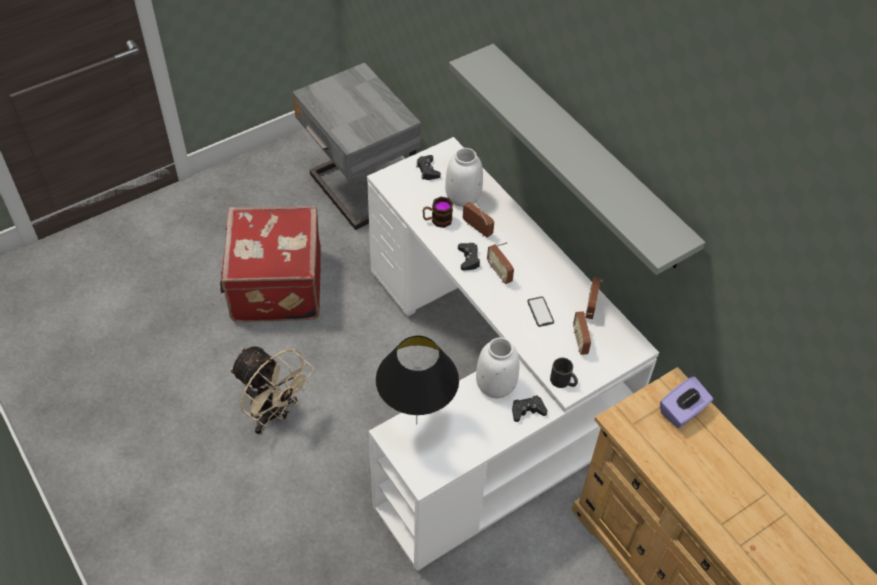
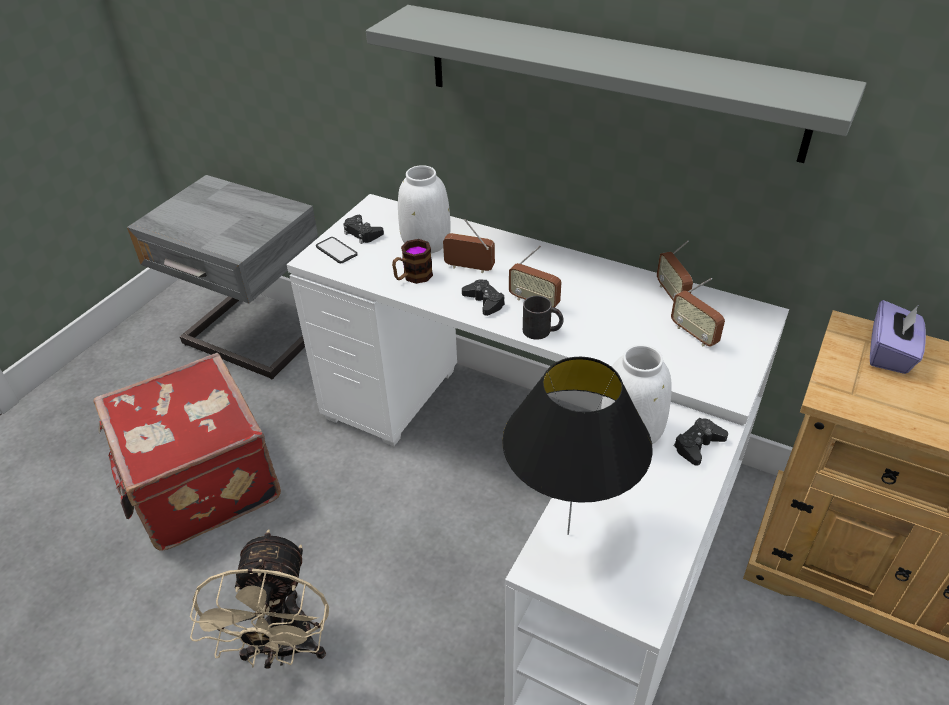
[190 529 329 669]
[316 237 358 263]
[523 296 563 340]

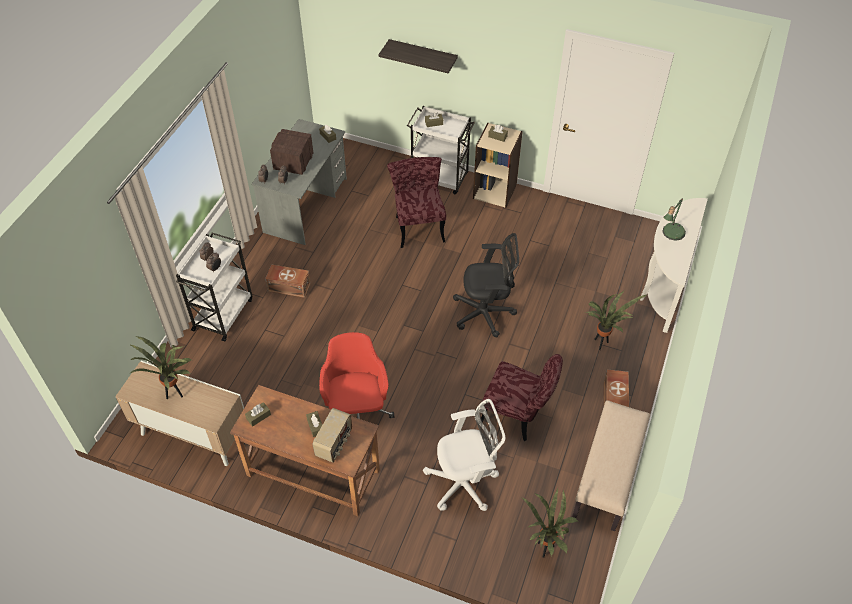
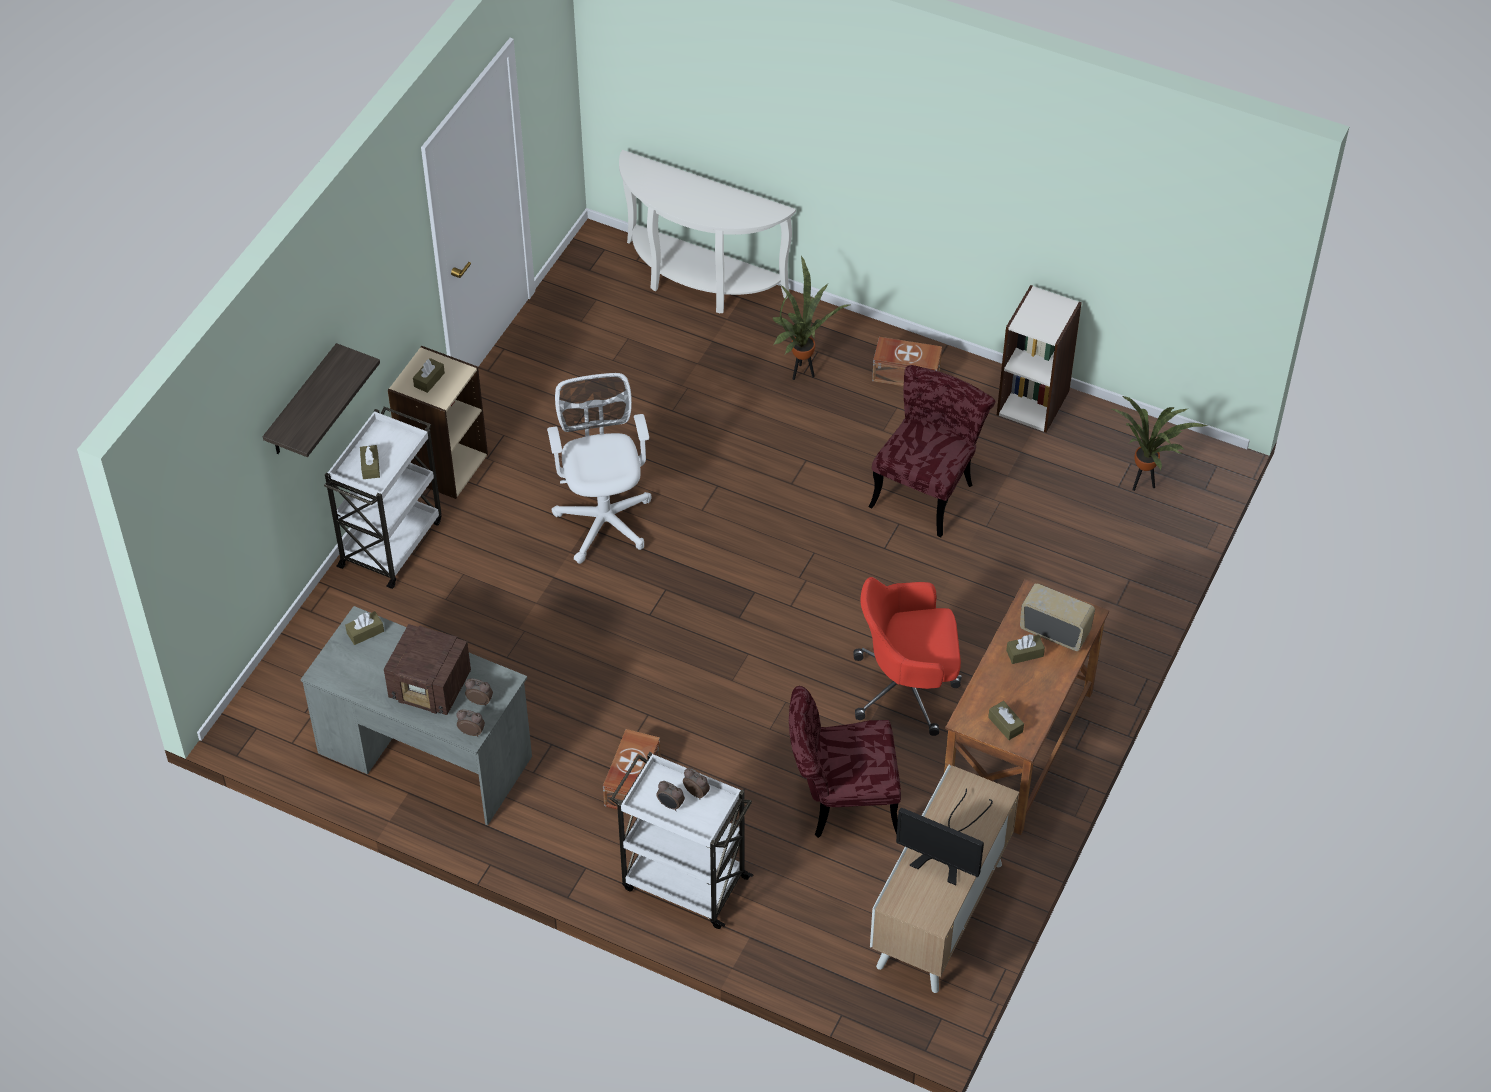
[896 789 993 885]
[789 686 901 838]
[547 373 652 564]
[453 233 519 337] (first image)
[997 285 1082 432]
[662 199 686 241] (first image)

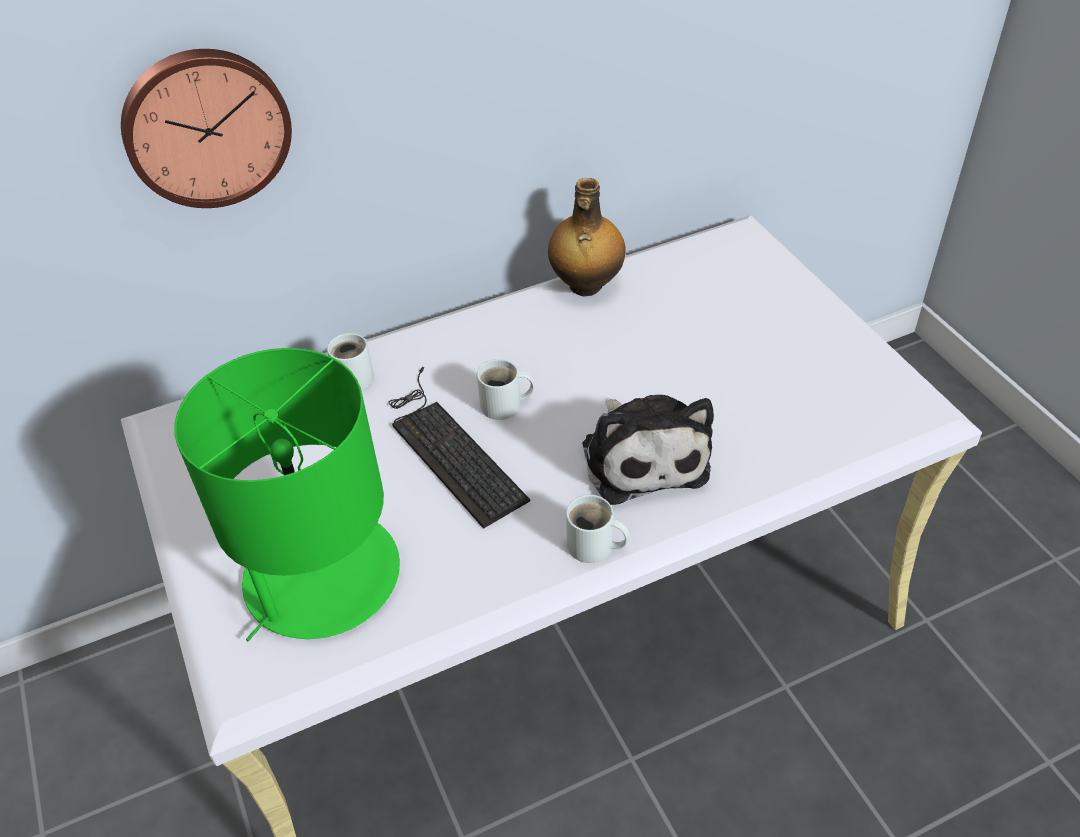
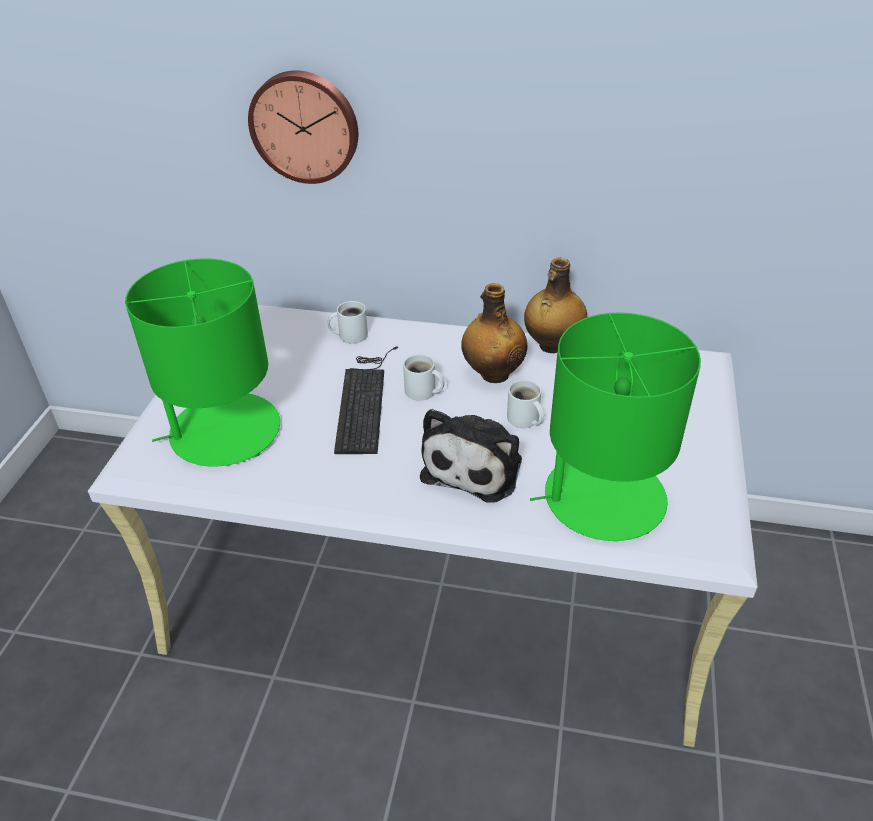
[507 380 544 428]
[461 283 527 383]
[530 312 701 541]

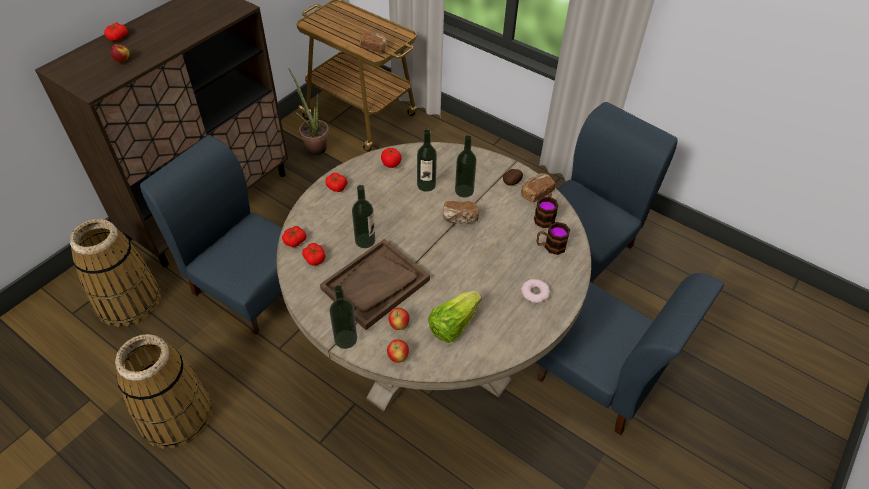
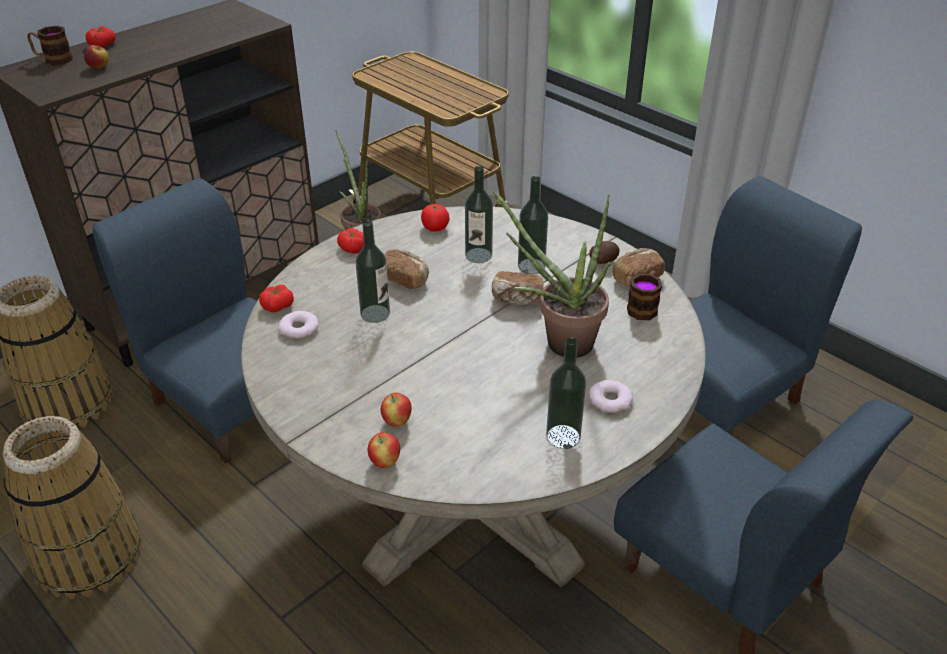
[278 311 319 339]
[320 239 430 330] (first image)
[546 337 586 449]
[384 249 429 289]
[428 291 482 343] (first image)
[28 26 73 65]
[492 189 611 358]

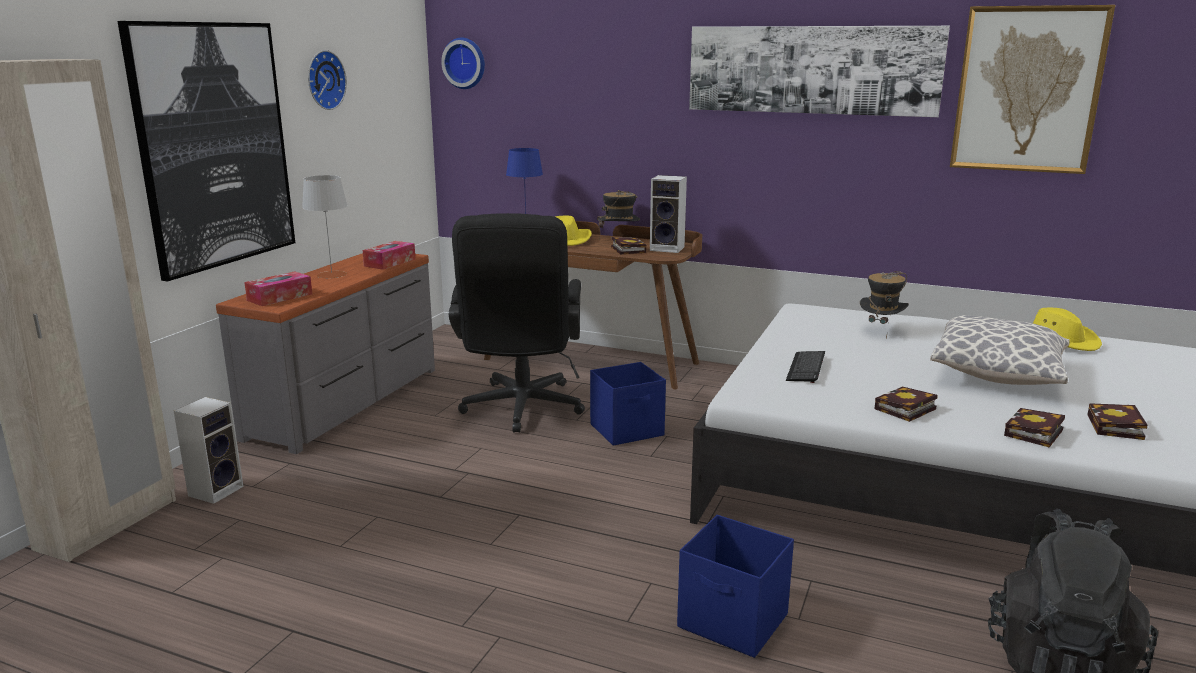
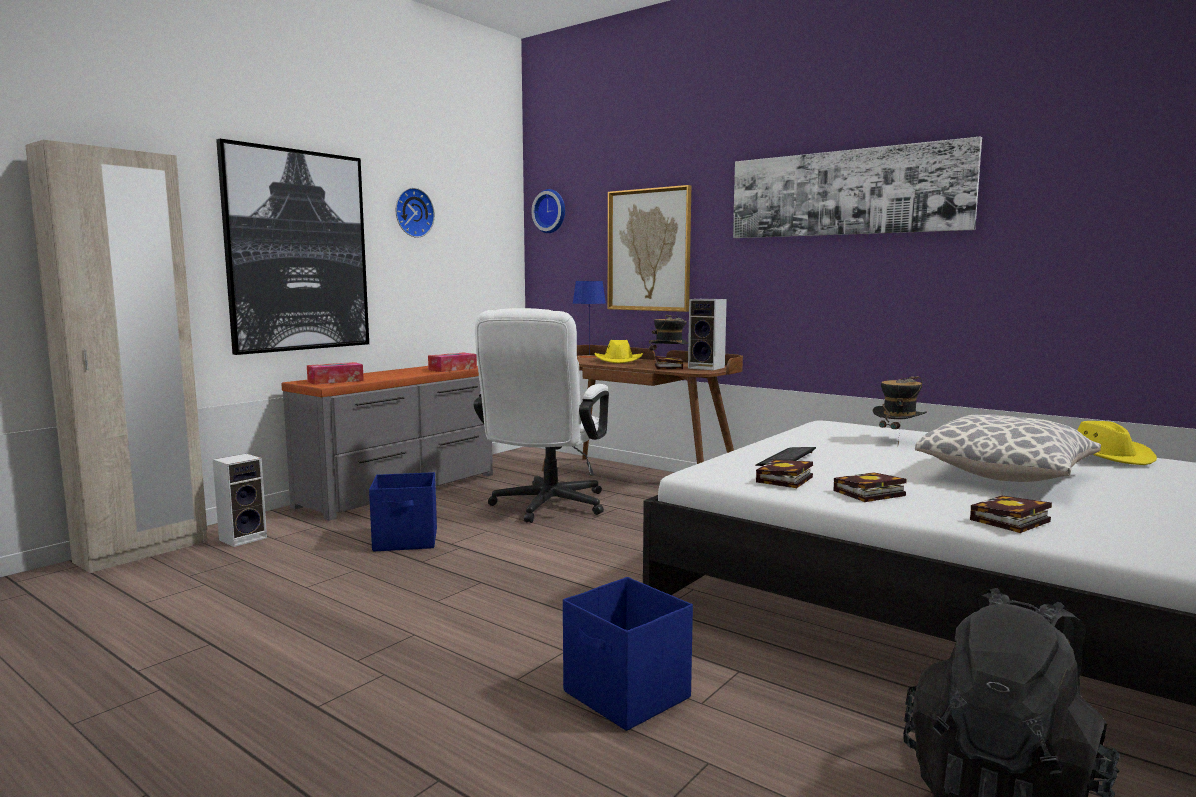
[302 175 348 279] (first image)
[473 308 609 523]
[369 472 437 551]
[608 185 691 312]
[756 460 813 488]

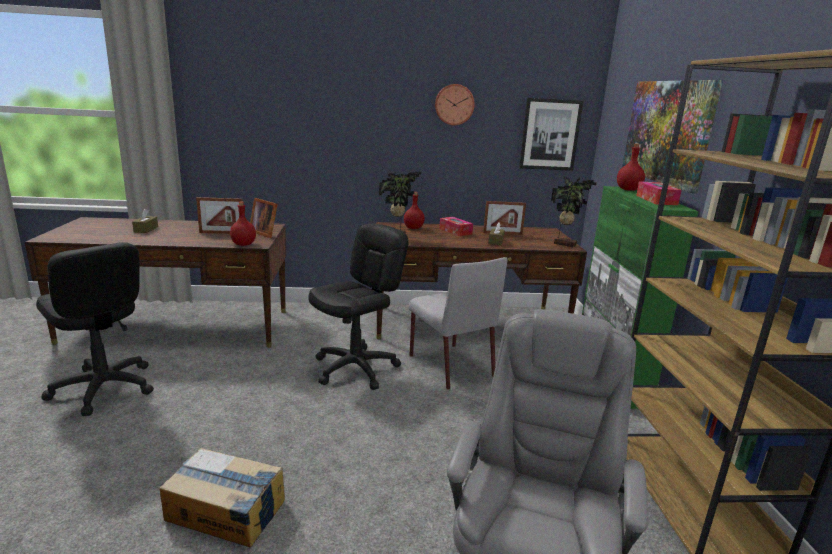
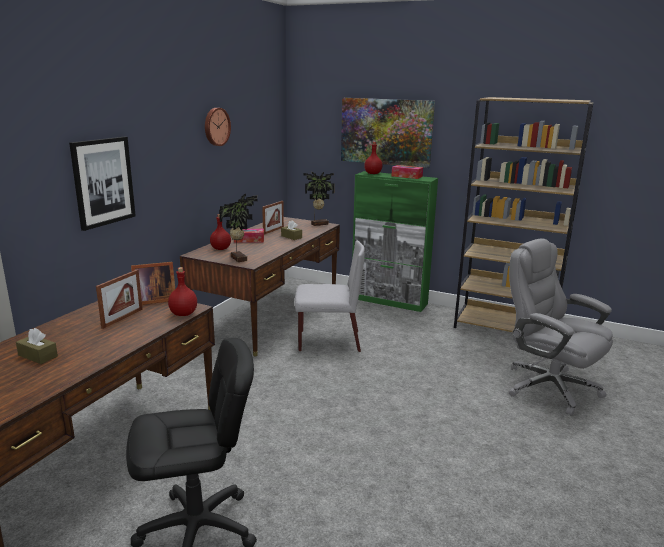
[160 448 285 548] (first image)
[308 223 409 390] (first image)
[69 137 136 231]

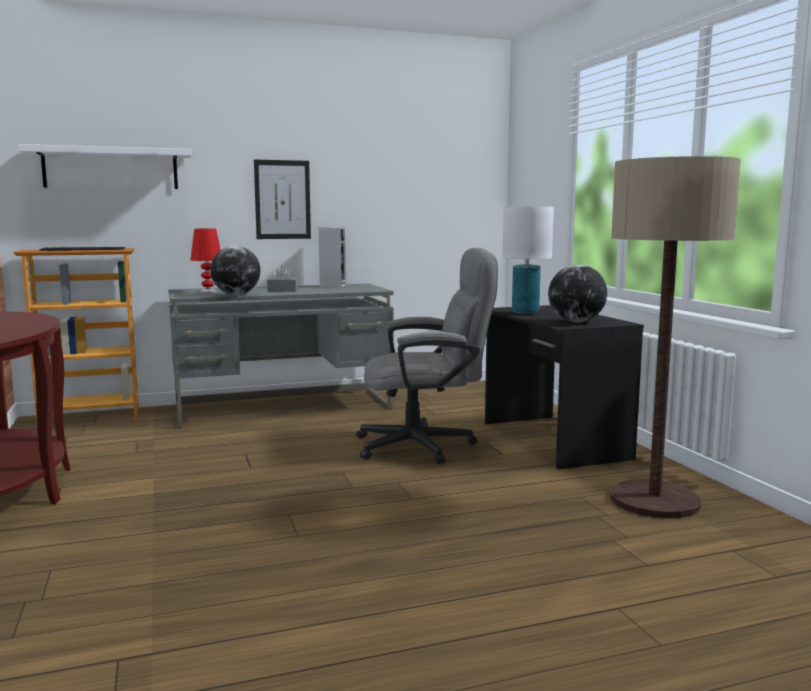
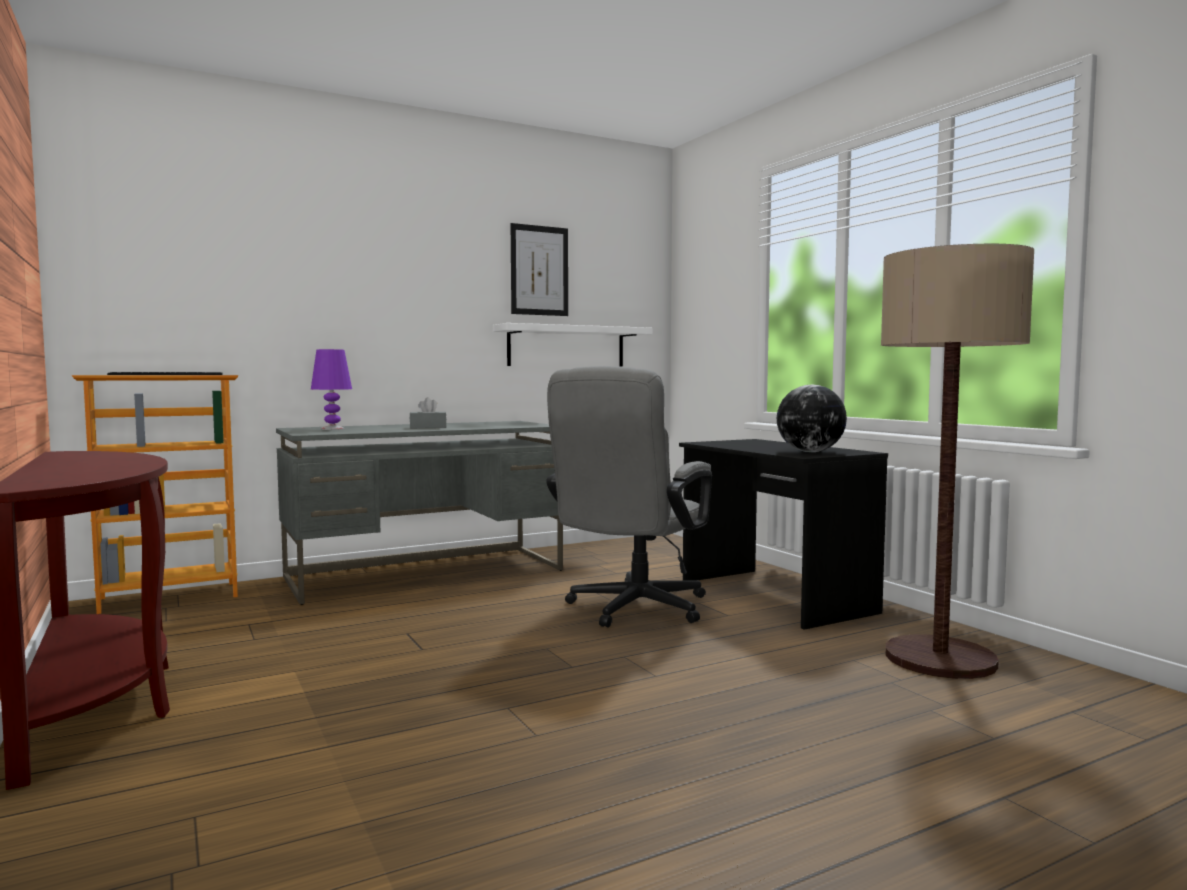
[493 323 653 367]
[311 349 352 430]
[210 246 261 295] (first image)
[511 223 568 316]
[319 227 346 287] (first image)
[546 366 712 628]
[502 207 554 314] (first image)

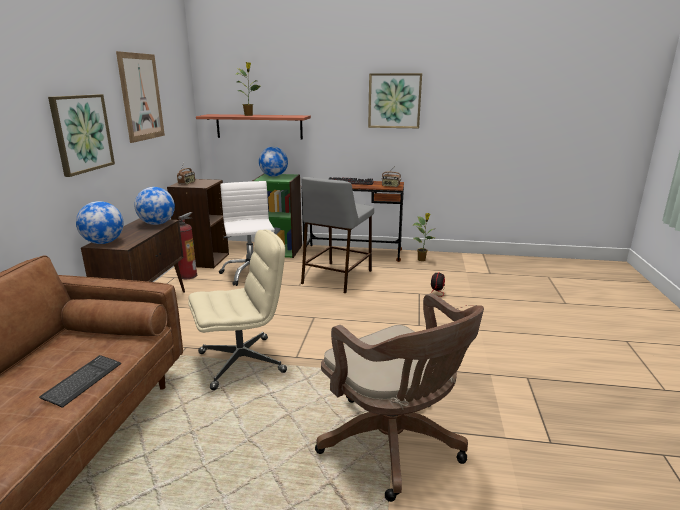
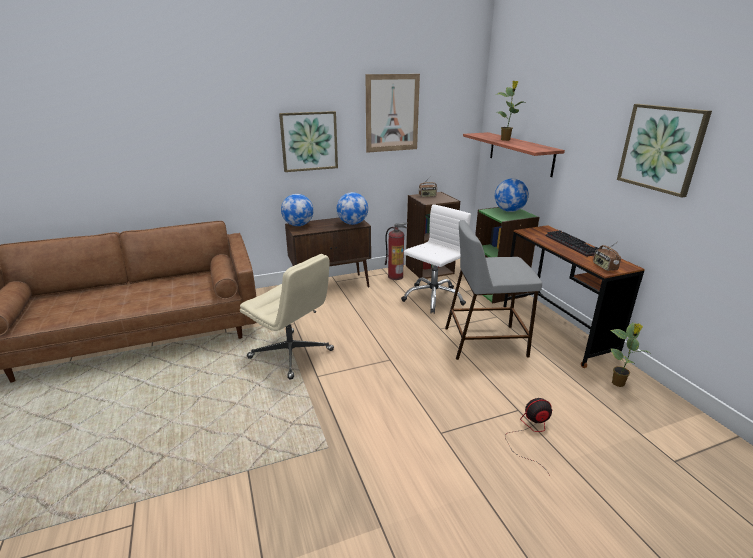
[39 355 121 408] (first image)
[315 293 484 502] (first image)

